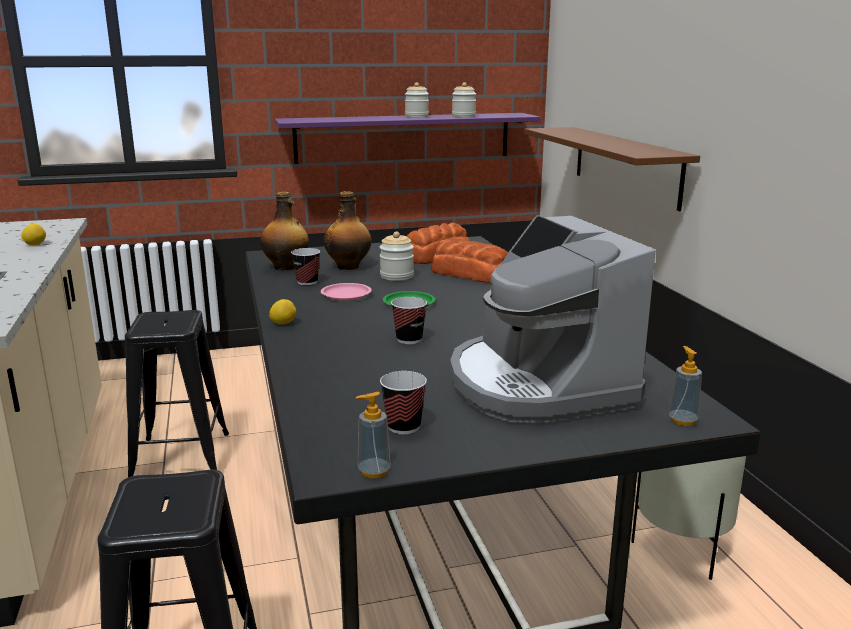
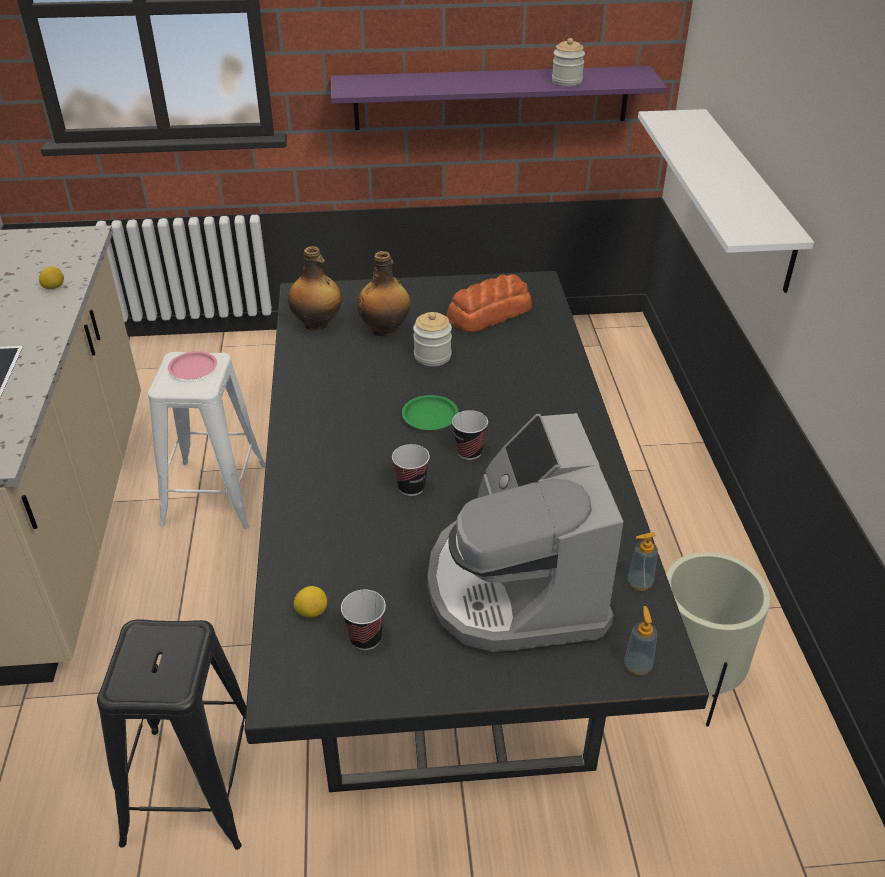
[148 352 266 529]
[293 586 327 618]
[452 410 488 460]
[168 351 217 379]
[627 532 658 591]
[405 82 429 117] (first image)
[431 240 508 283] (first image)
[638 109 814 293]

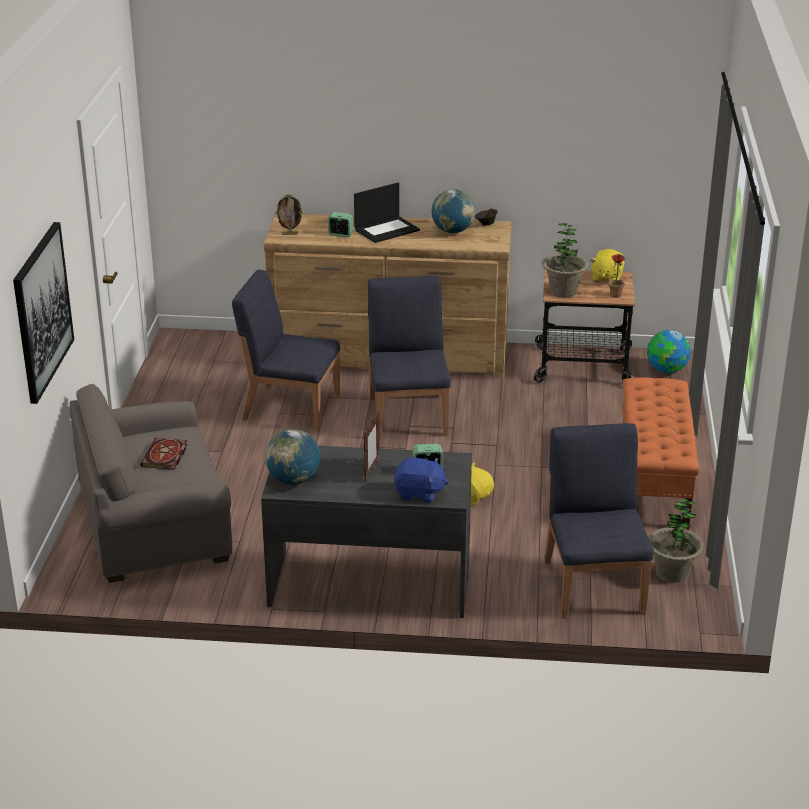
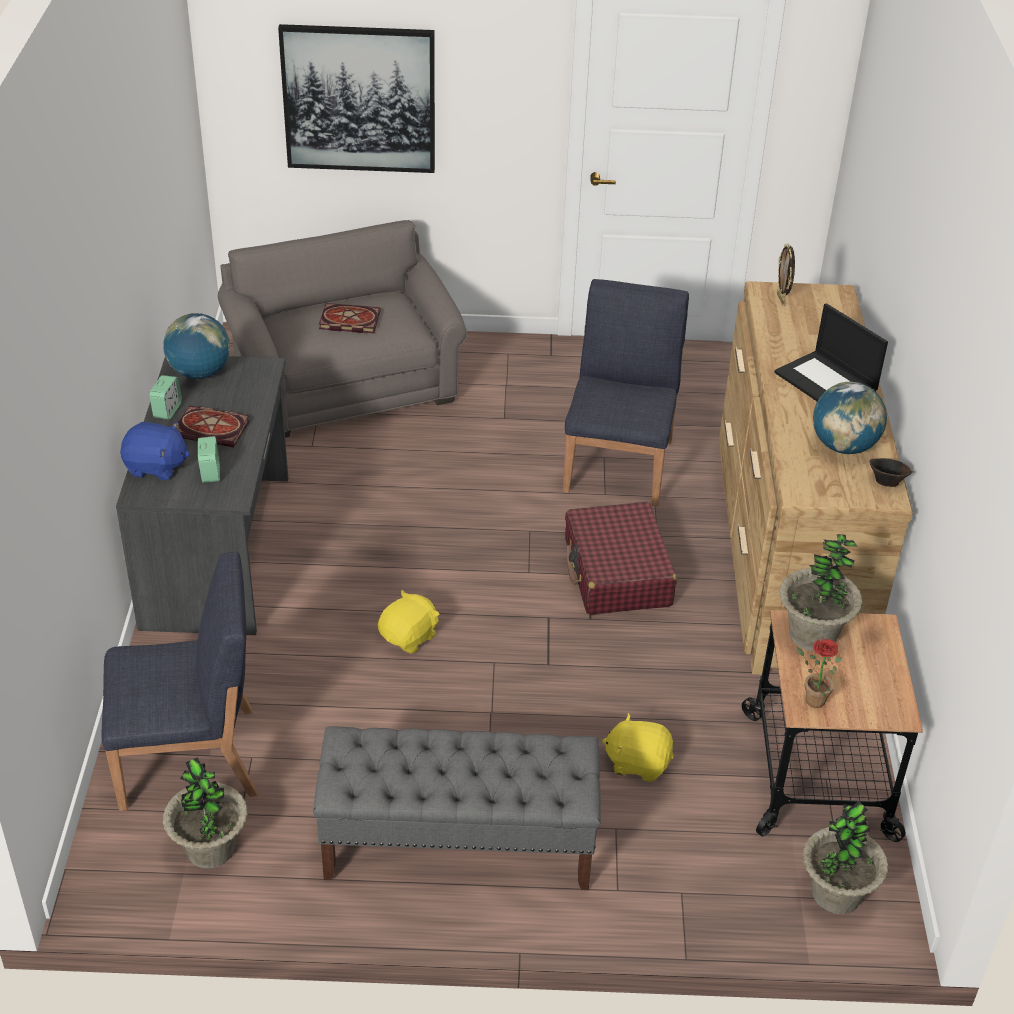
[149 375 182 419]
[177 405 250 447]
[565 502 677 615]
[120 422 190 480]
[602 713 674 782]
[313 727 600 890]
[802 801 888 914]

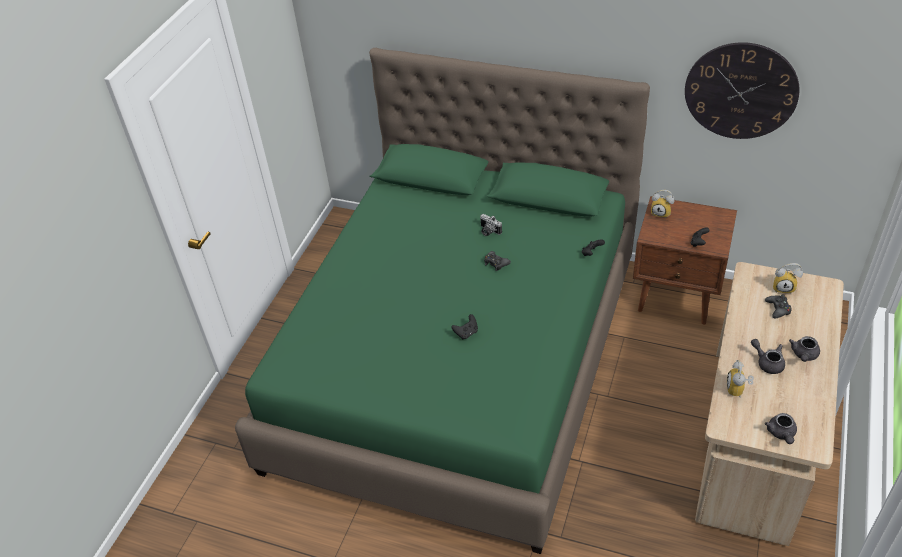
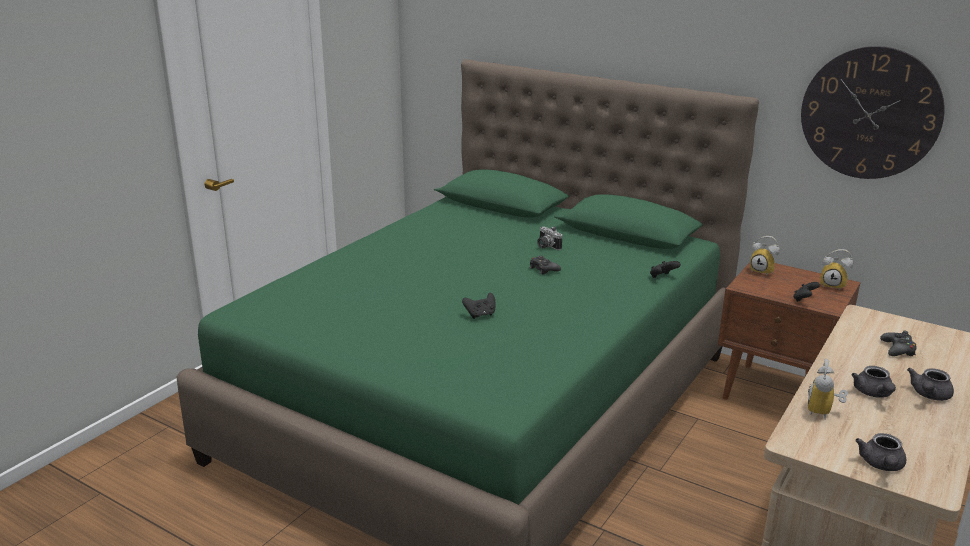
[852 366 896 398]
[820 249 853 290]

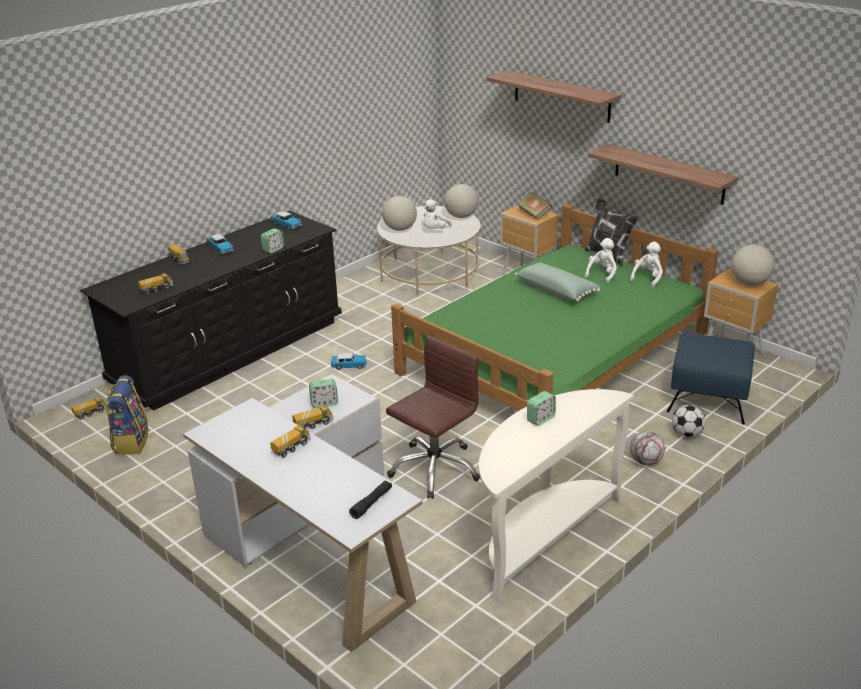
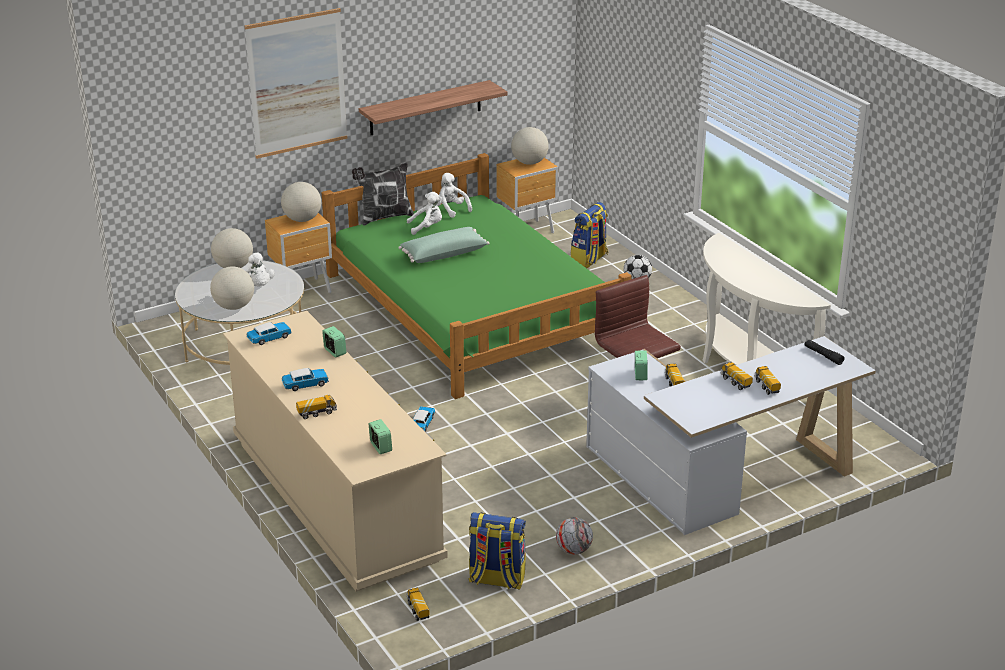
[223 311 448 592]
[755 366 781 395]
[245 8 347 159]
[281 182 321 222]
[369 419 392 454]
[407 192 442 235]
[556 517 593 555]
[570 202 608 268]

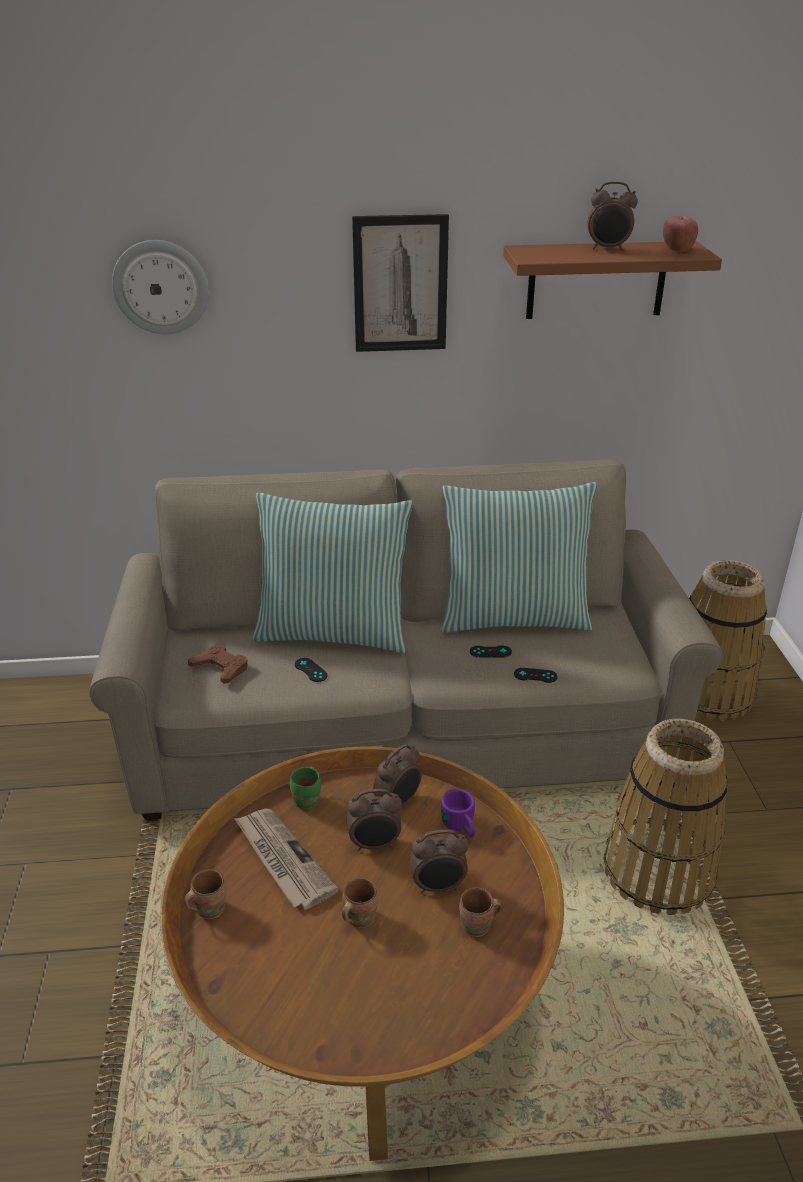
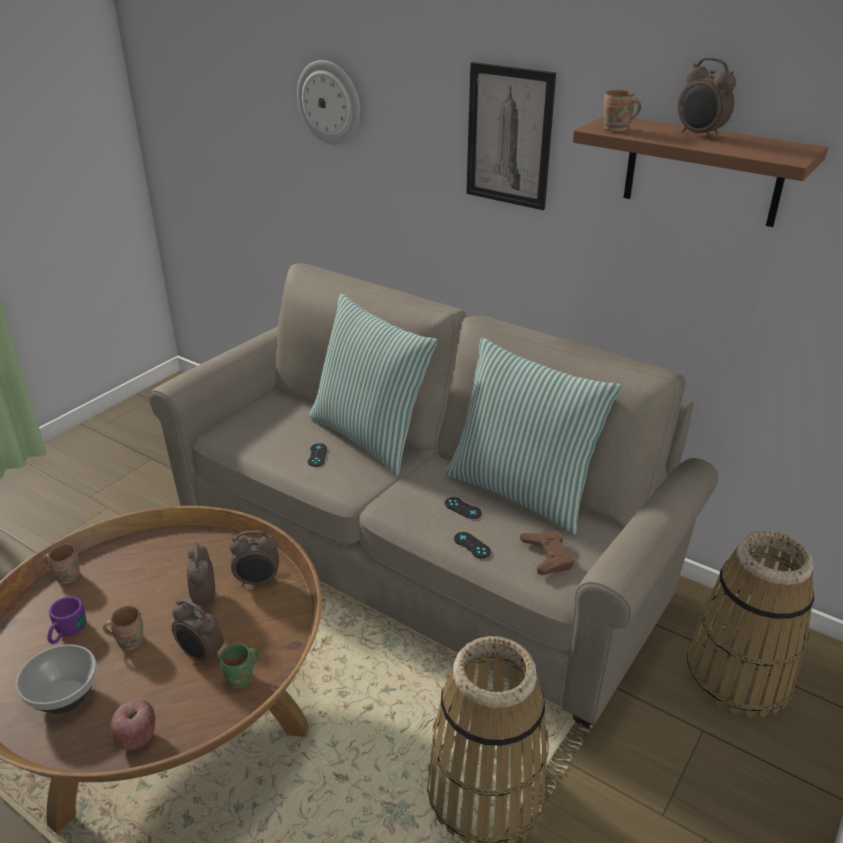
[520 531 575 575]
[234 809 339 909] (first image)
[220 643 259 688]
[187 542 215 607]
[47 596 86 644]
[603 90 641 132]
[110 700 155 751]
[16 644 97 714]

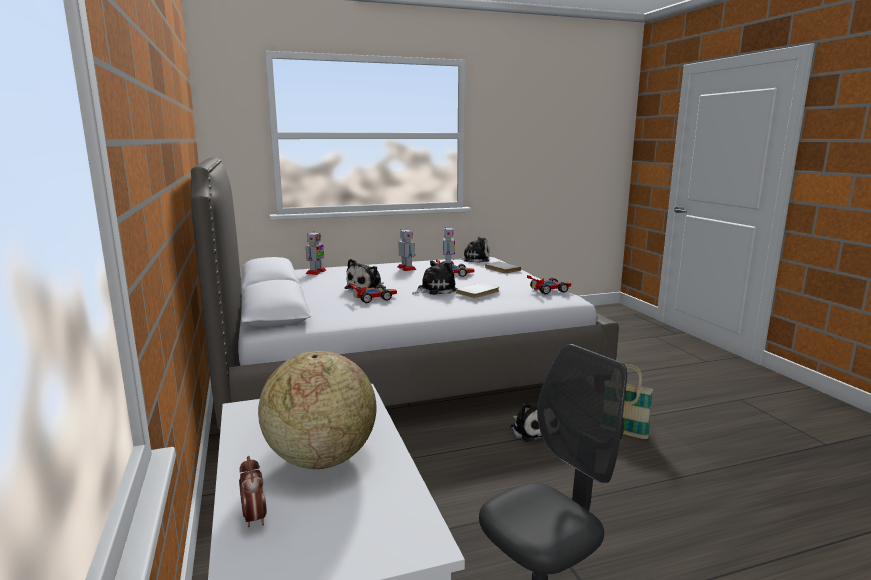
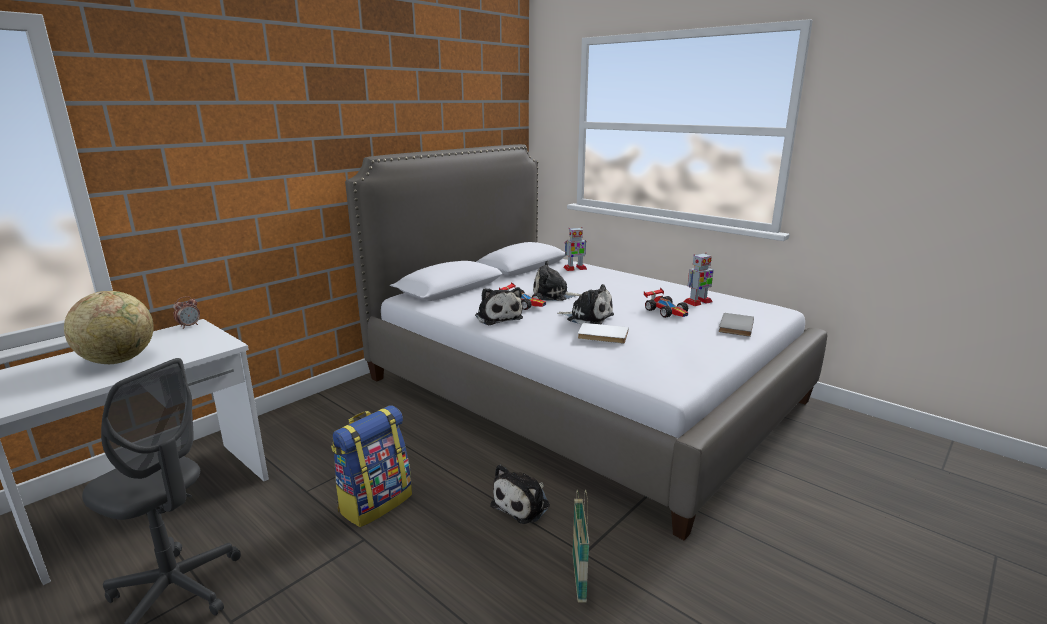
[173 296 200 329]
[398 229 416 271] (first image)
[475 287 523 325]
[527 275 571 294] (first image)
[331 405 412 527]

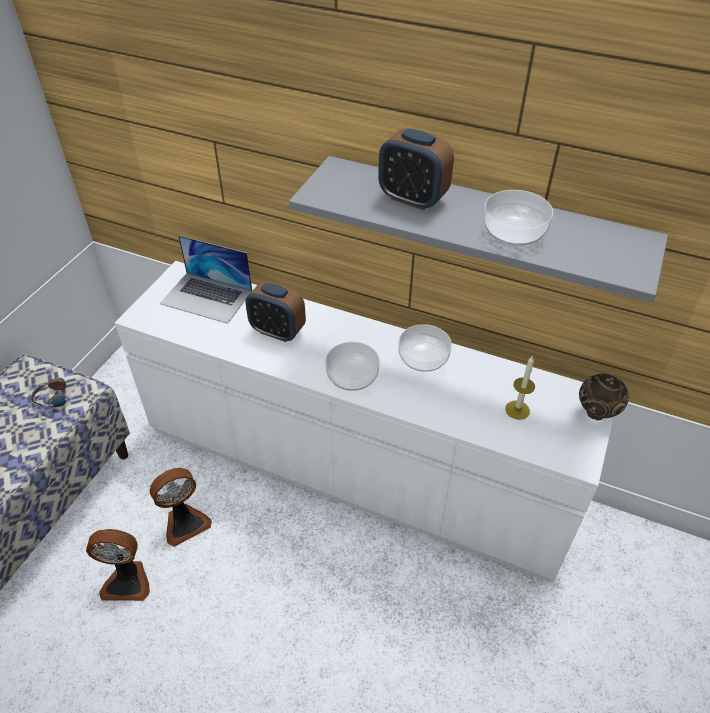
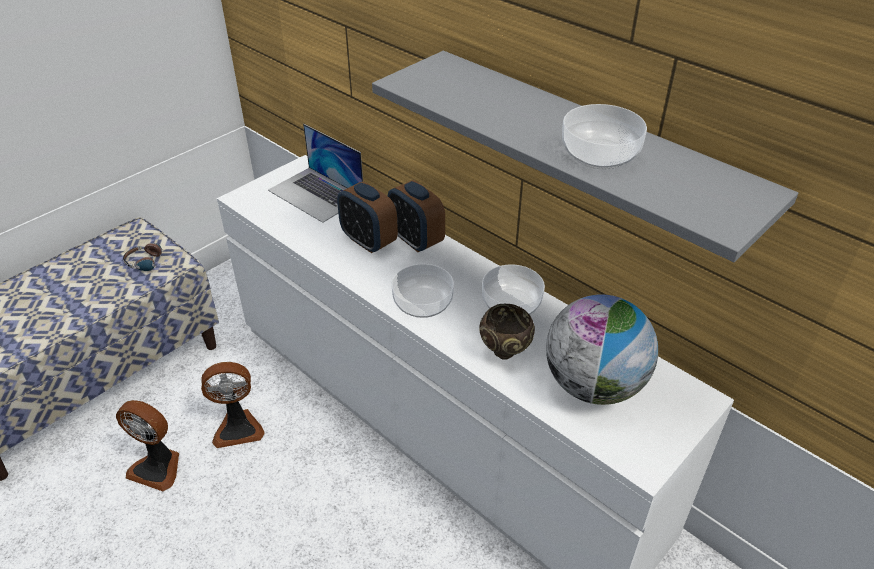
[388 180 445 252]
[546 294 658 405]
[479 304 535 360]

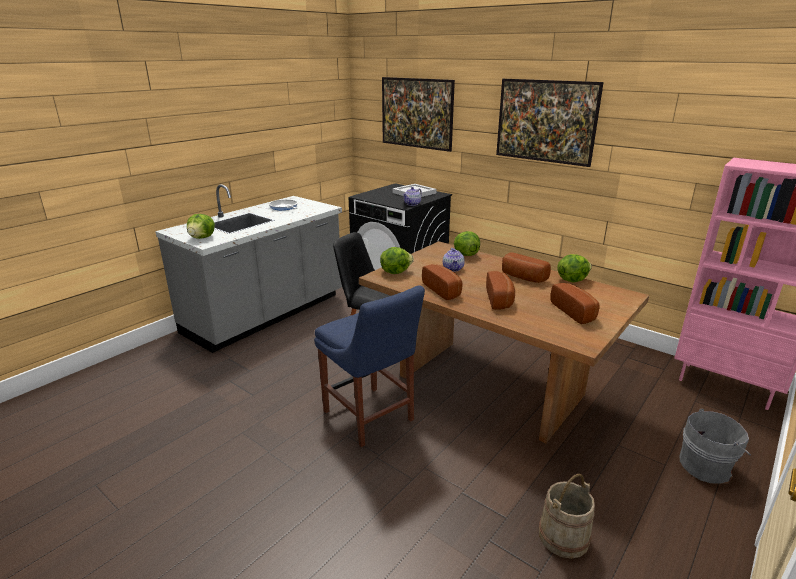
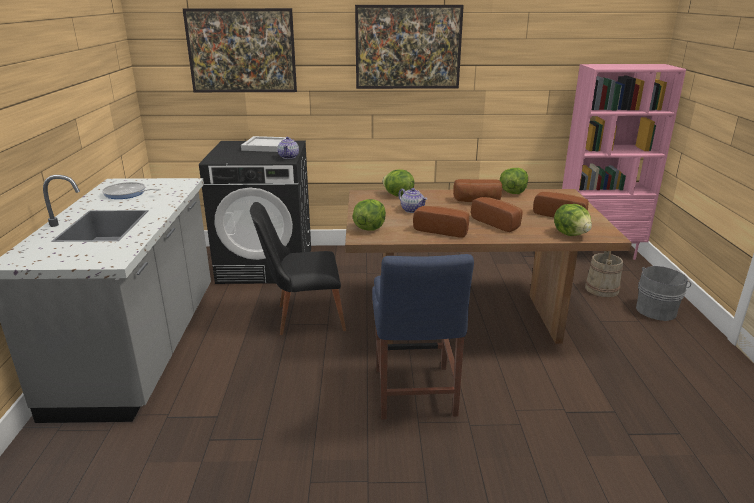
[554 204 592 236]
[372 254 474 419]
[585 251 623 297]

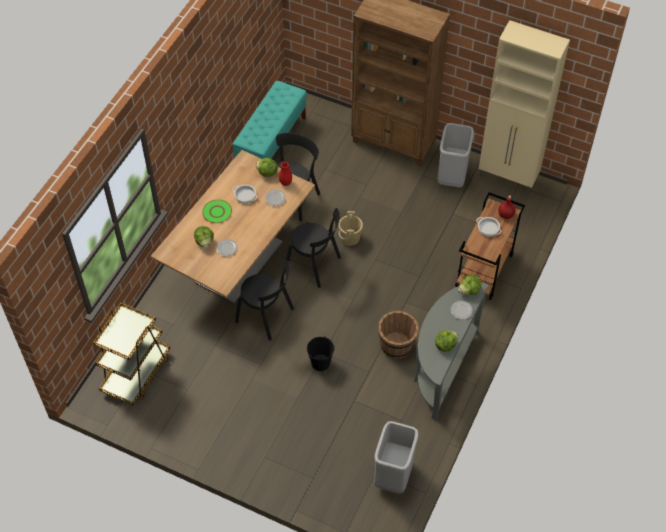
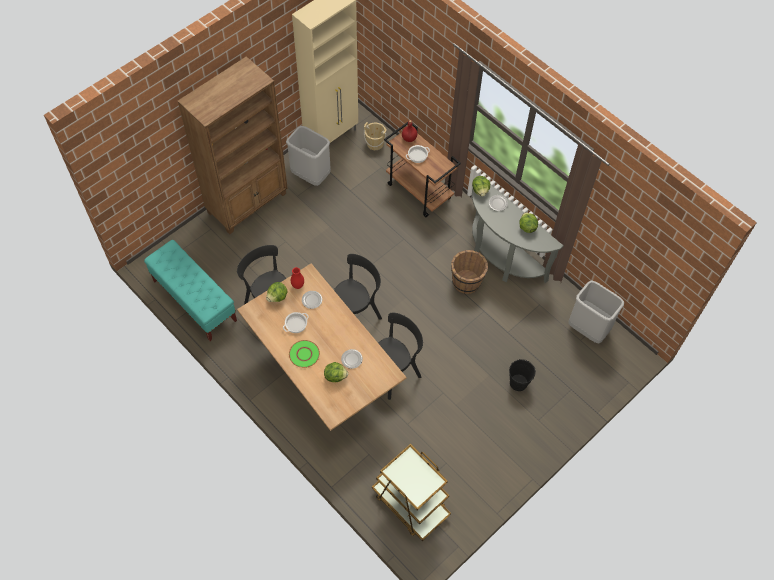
[509 359 536 391]
[364 122 387 150]

